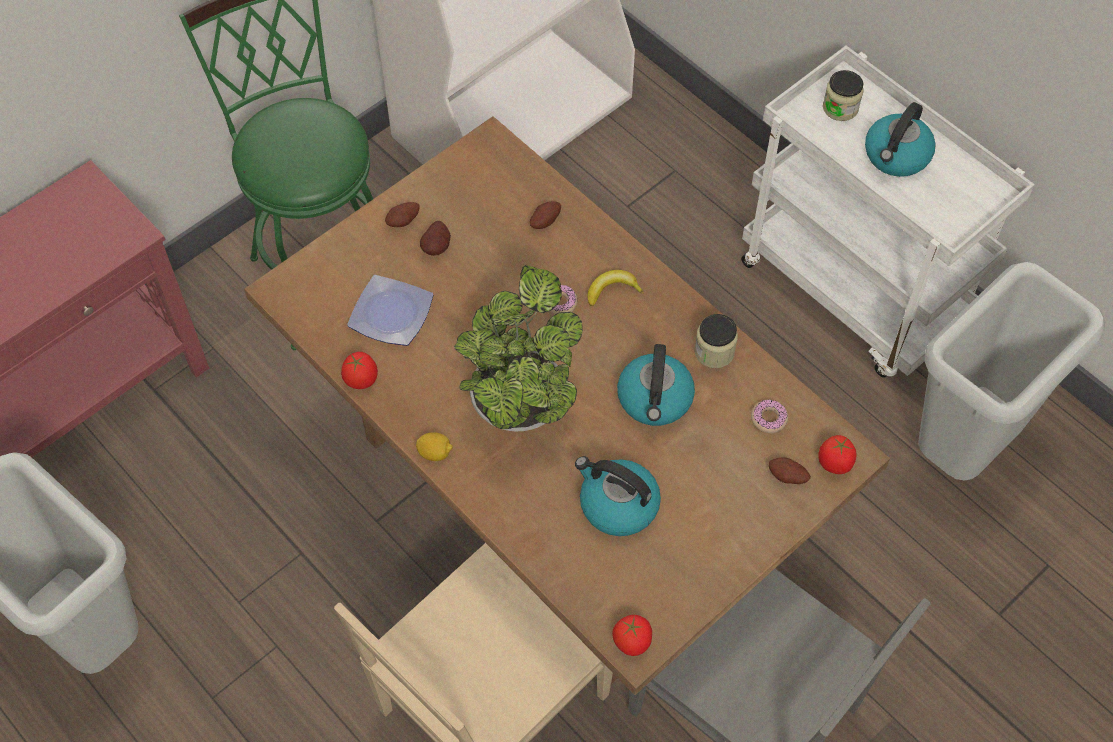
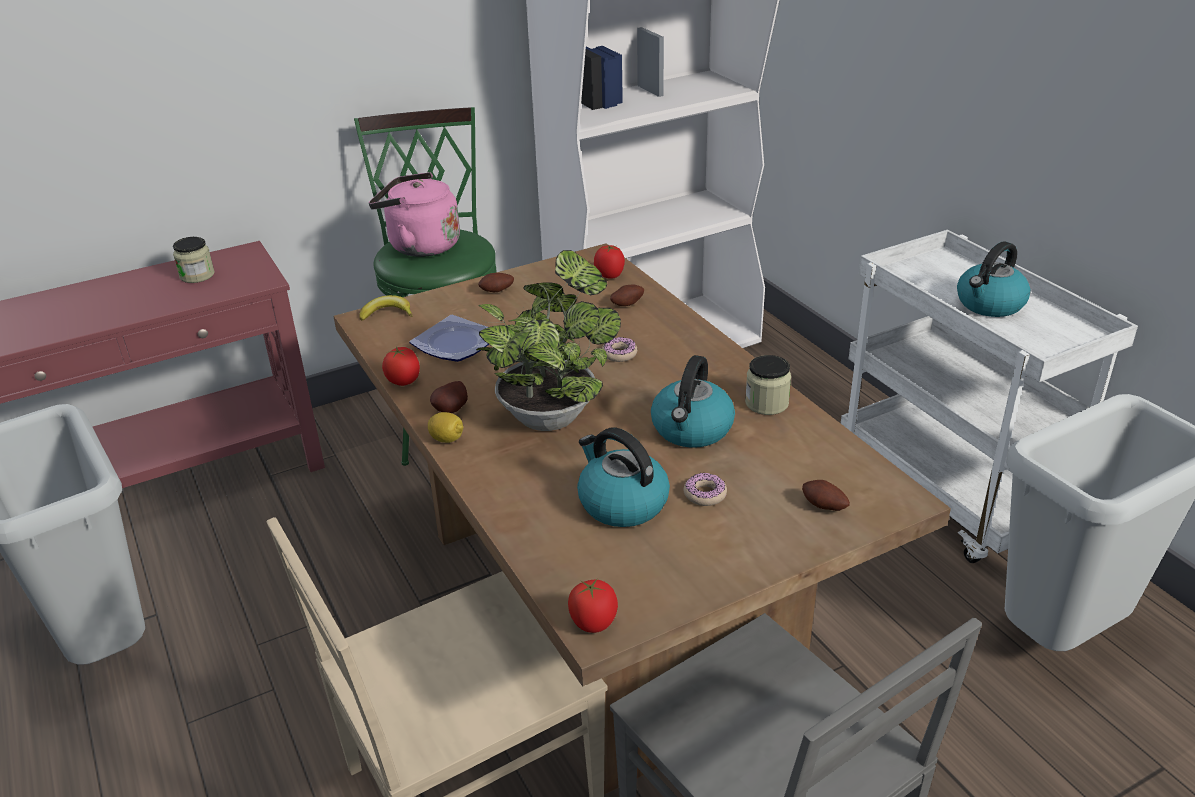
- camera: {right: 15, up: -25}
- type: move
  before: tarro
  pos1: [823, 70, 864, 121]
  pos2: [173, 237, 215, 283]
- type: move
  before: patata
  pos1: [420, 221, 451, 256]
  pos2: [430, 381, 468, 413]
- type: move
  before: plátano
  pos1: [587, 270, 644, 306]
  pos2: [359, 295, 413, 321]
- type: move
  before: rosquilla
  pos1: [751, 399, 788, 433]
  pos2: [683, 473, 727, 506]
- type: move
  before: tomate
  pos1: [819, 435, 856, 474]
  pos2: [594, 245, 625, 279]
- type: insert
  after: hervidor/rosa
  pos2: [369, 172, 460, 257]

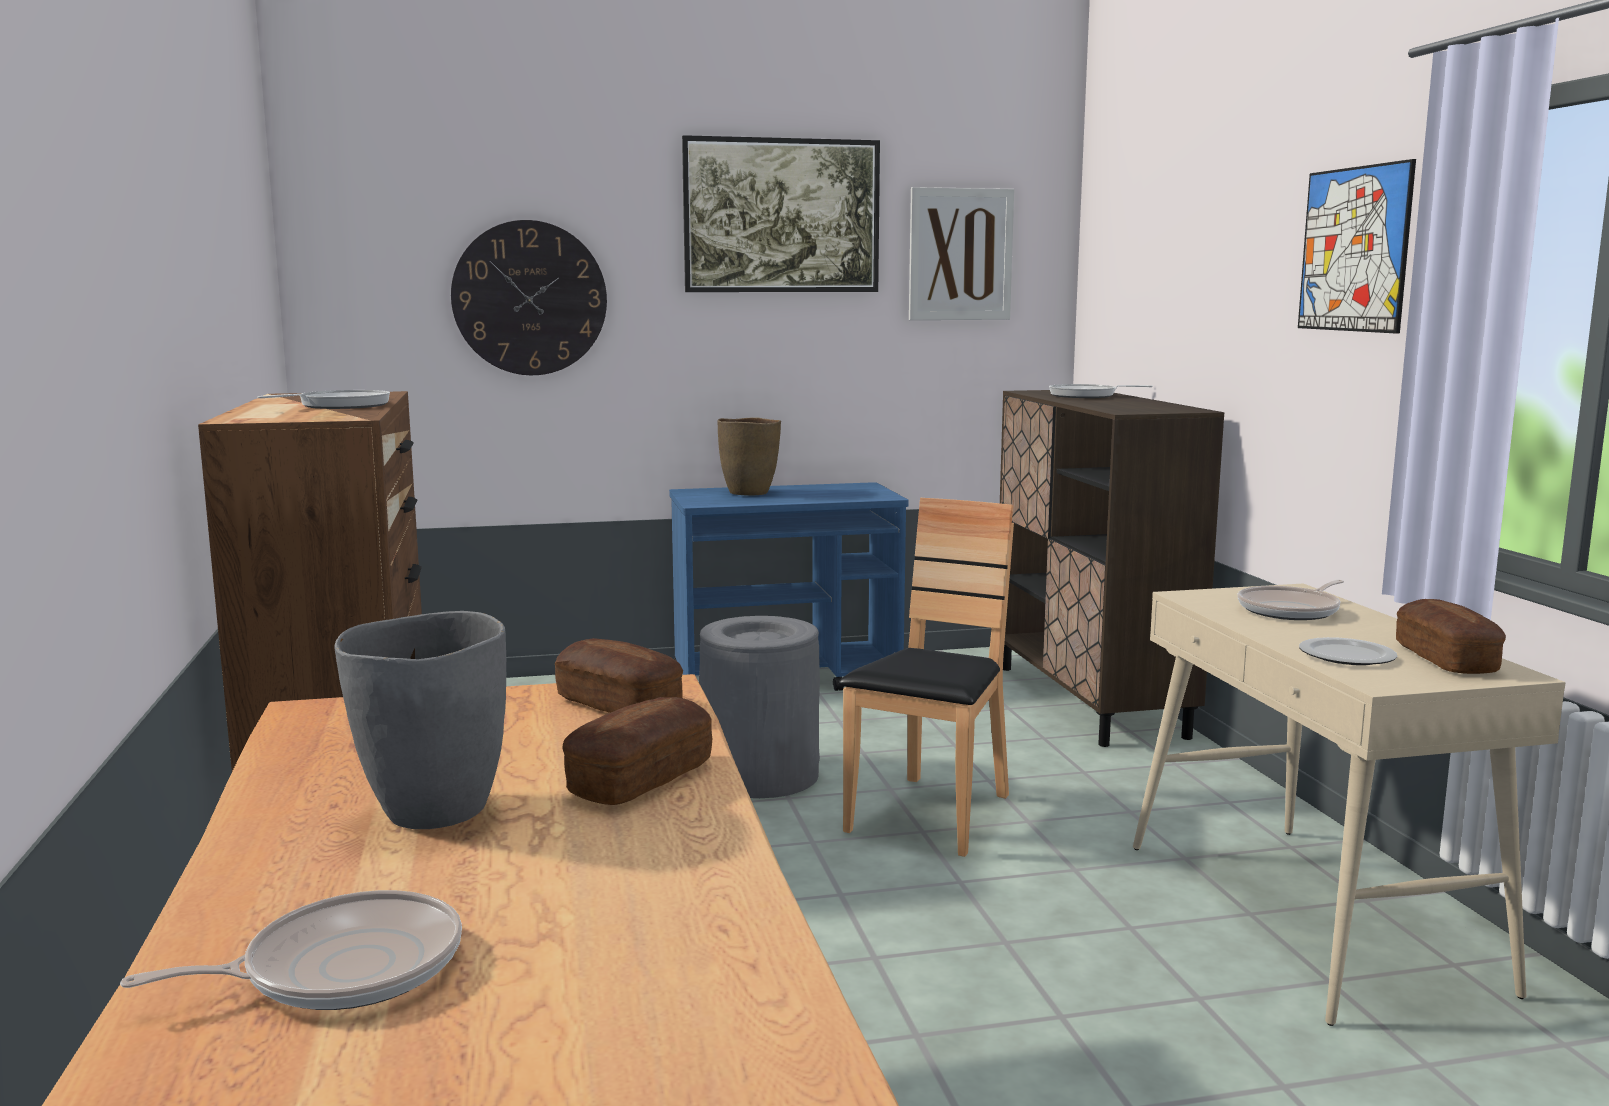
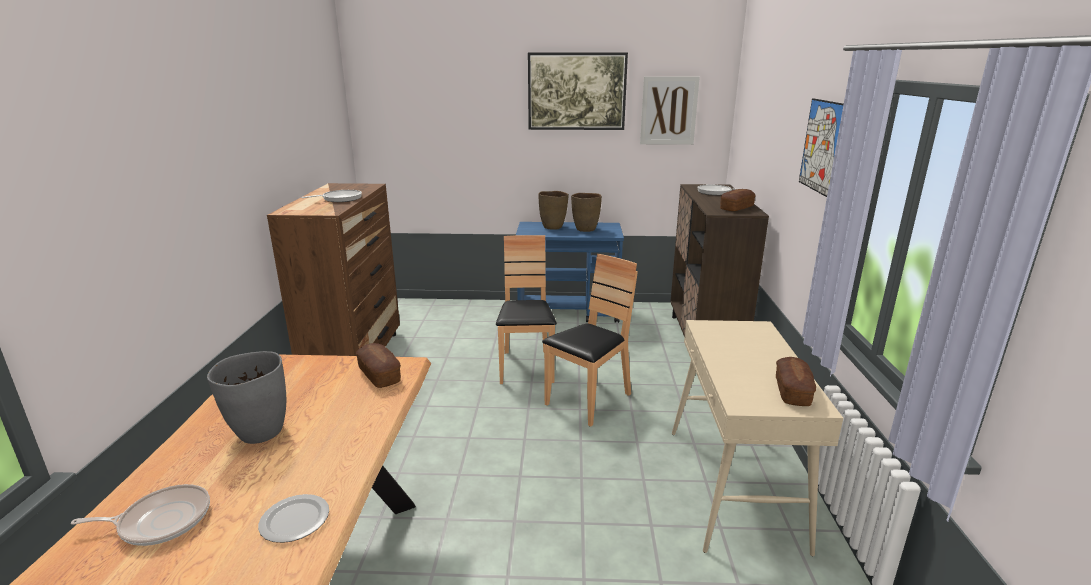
- camera: {right: 15, up: 10}
- type: delete
  before: reloj de pared
  pos1: [451, 220, 607, 375]
- type: delete
  before: sartén
  pos1: [1237, 580, 1344, 620]
- type: replace
  before: papelera/gris
  after: silla/marrón
  pos1: [699, 616, 820, 798]
  pos2: [496, 235, 557, 384]
- type: move
  before: plato
  pos1: [1299, 637, 1397, 665]
  pos2: [258, 494, 329, 543]
- type: move
  before: pan
  pos1: [562, 697, 712, 805]
  pos2: [720, 189, 756, 211]
- type: insert
  after: florero/marrón
  pos2: [571, 193, 602, 232]

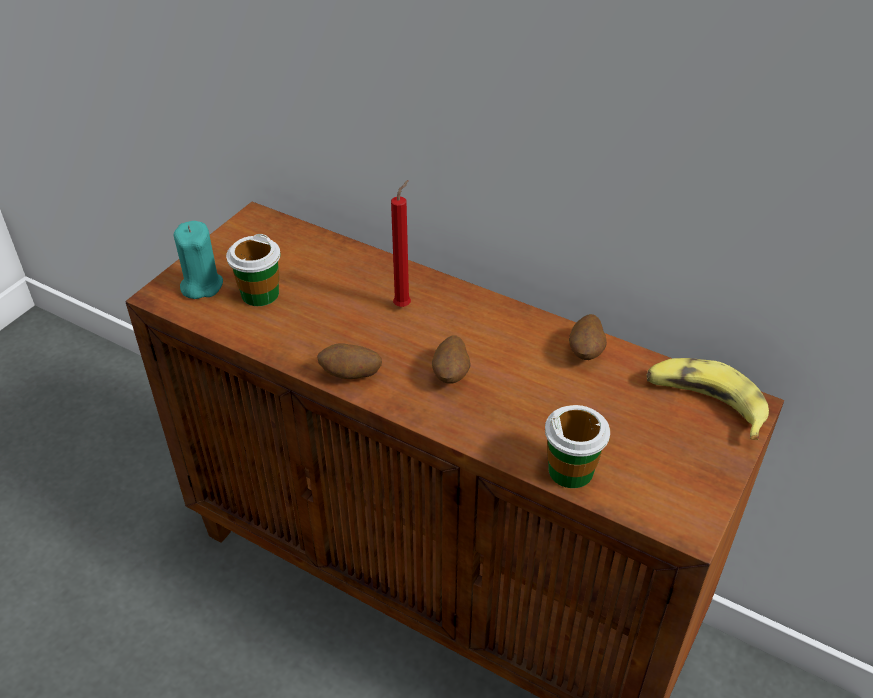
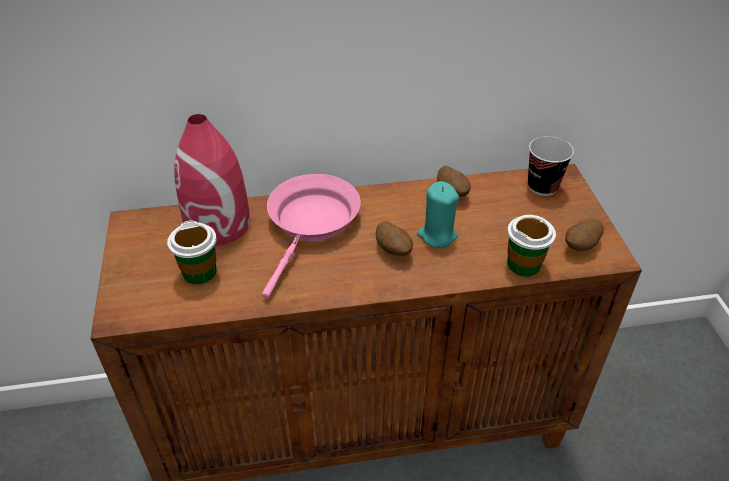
- camera: {right: -40, up: 0}
- type: replace
  before: vela/rojo
  after: sartén/rosa
  pos1: [391, 180, 411, 307]
  pos2: [262, 174, 361, 298]
- type: move
  before: vela/turquesa
  pos1: [174, 221, 223, 299]
  pos2: [417, 181, 459, 248]
- type: move
  before: patata
  pos1: [317, 343, 382, 379]
  pos2: [565, 220, 604, 251]
- type: replace
  before: plátano
  after: taza
  pos1: [647, 358, 769, 440]
  pos2: [528, 136, 574, 196]
- type: insert
  after: florero/rojo
  pos2: [174, 114, 250, 246]

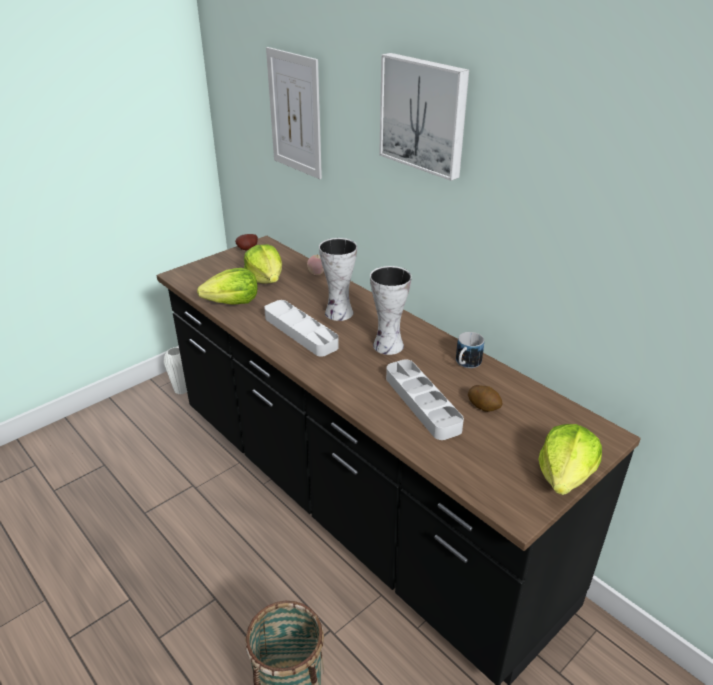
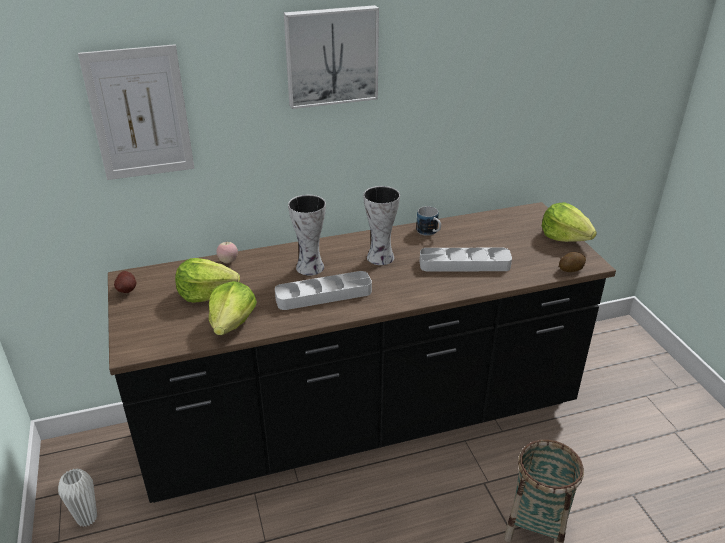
- camera: {right: -65, up: 0}
- type: move
  before: patata
  pos1: [468, 385, 502, 412]
  pos2: [559, 252, 586, 272]

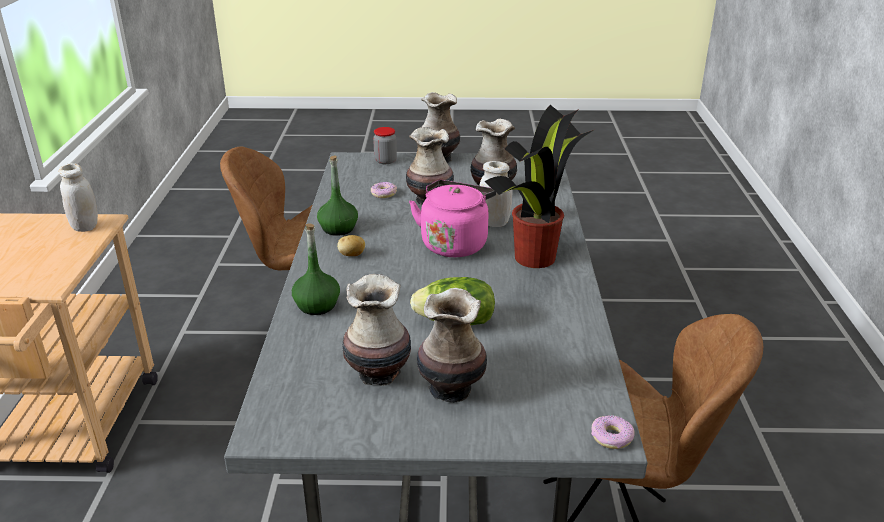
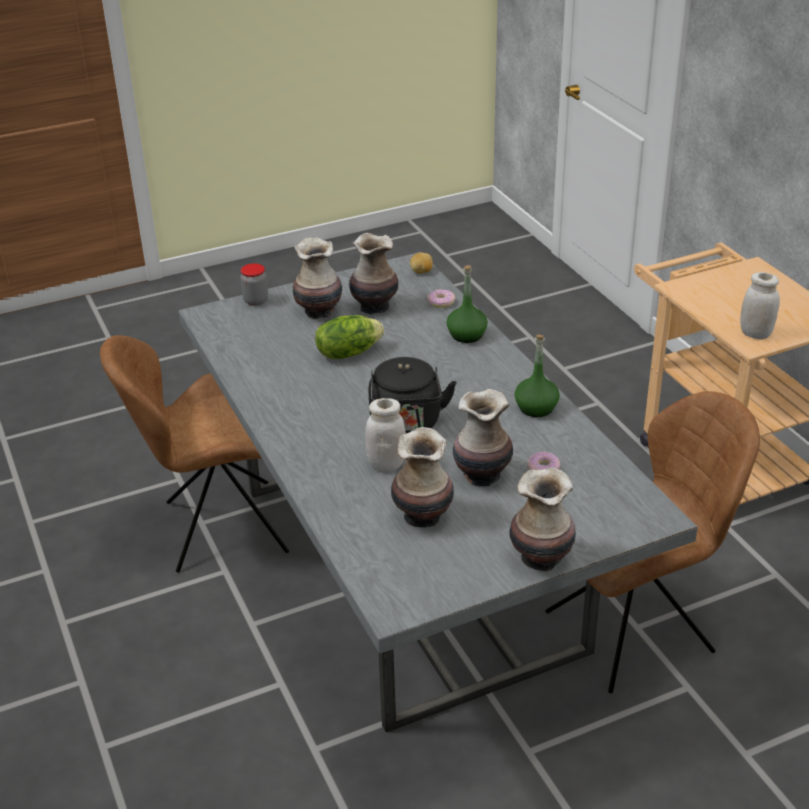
- camera: {right: 155, up: 5}
- type: delete
  before: planta en maceta
  pos1: [484, 105, 594, 268]
- type: move
  before: tarro
  pos1: [373, 127, 397, 164]
  pos2: [240, 263, 268, 306]
- type: recolor
  before: hervidor/rosa
  after: hervidor/negro
  pos1: [409, 180, 496, 257]
  pos2: [368, 357, 456, 433]
- type: move
  before: patata
  pos1: [337, 235, 365, 256]
  pos2: [410, 253, 433, 273]
- type: move
  before: rosquilla
  pos1: [591, 415, 634, 449]
  pos2: [427, 289, 455, 308]

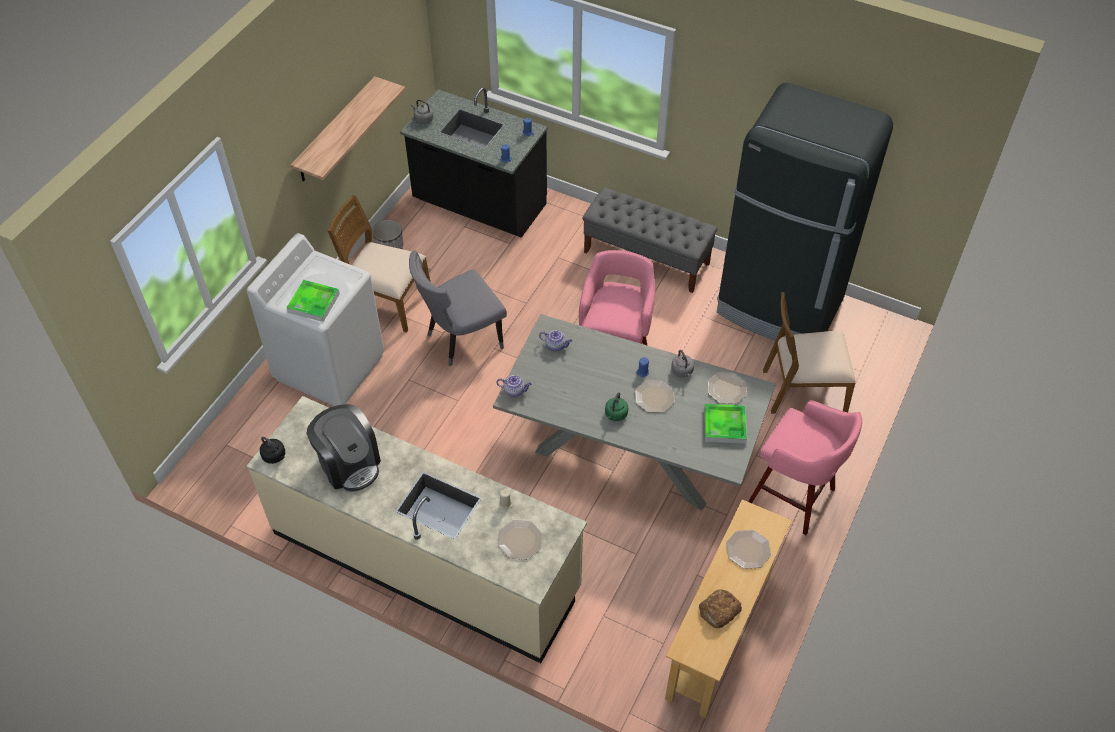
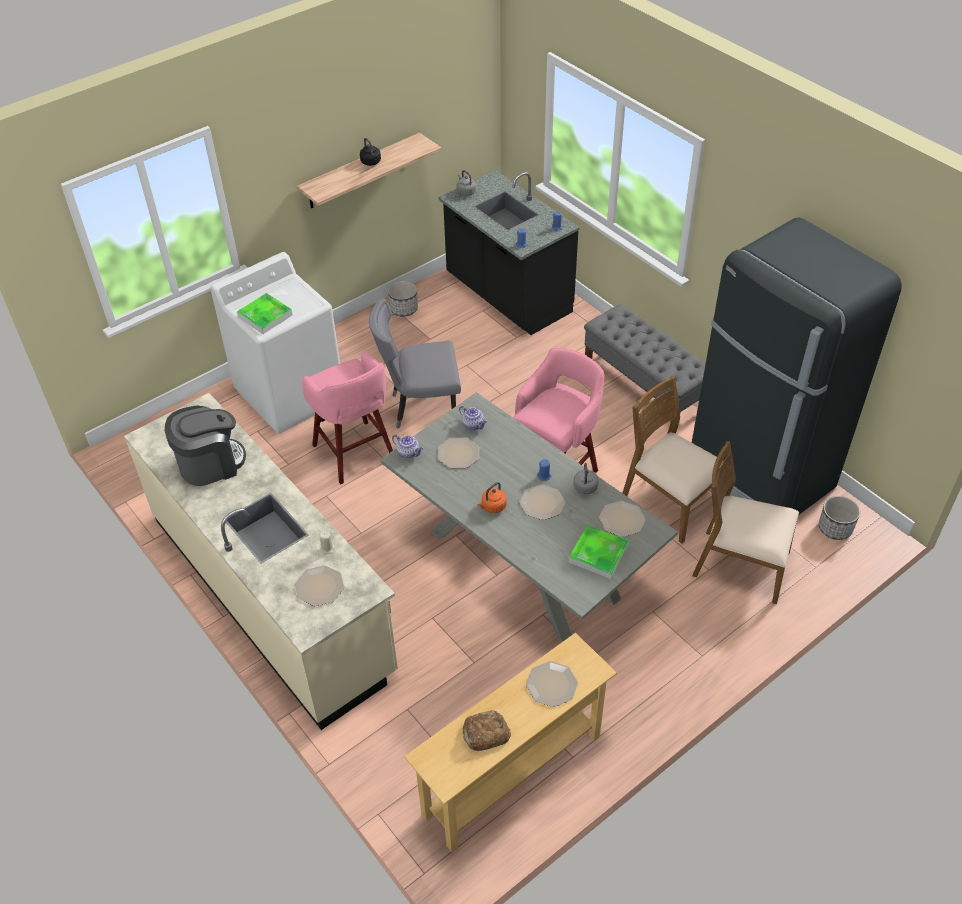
- camera: {right: 25, up: -5}
- type: move
  before: silla/marrón
  pos1: [328, 195, 430, 333]
  pos2: [623, 376, 724, 544]
- type: recolor
  before: hervidor/verde
  after: hervidor/naranja
  pos1: [605, 392, 628, 421]
  pos2: [477, 482, 507, 513]
- type: move
  before: taburete/rosa
  pos1: [748, 401, 862, 535]
  pos2: [302, 351, 393, 485]
- type: rotate
  before: cafetera
  pos1: [306, 404, 381, 492]
  pos2: [165, 406, 246, 486]
  turn: -105
- type: move
  before: hervidor/negro
  pos1: [260, 437, 285, 464]
  pos2: [360, 138, 381, 166]
- type: insert
  after: plato
  pos2: [438, 438, 479, 468]
- type: insert
  after: maceta
  pos2: [819, 496, 860, 540]

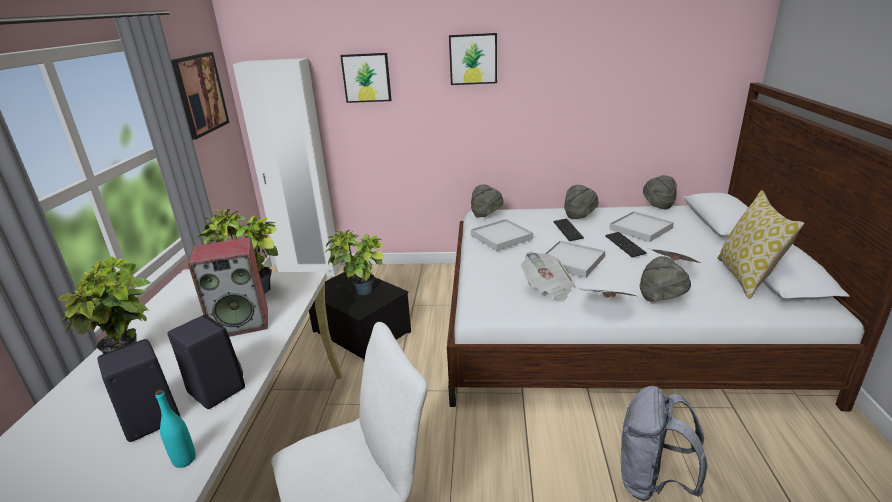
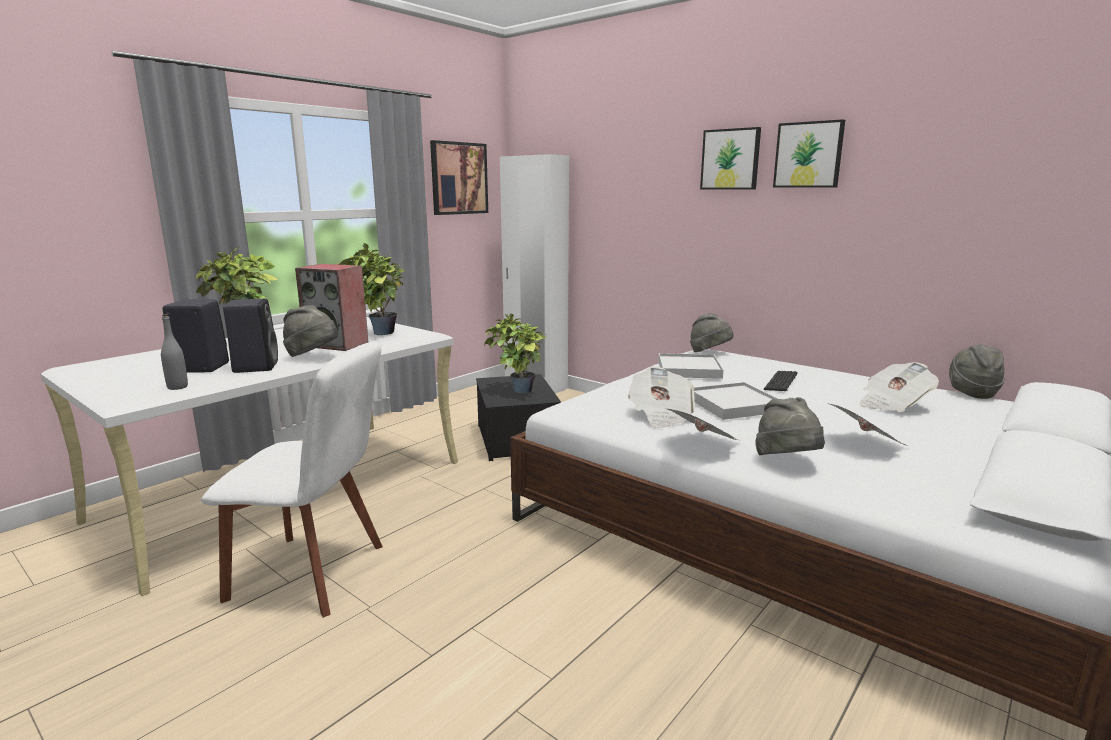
- camera: {right: 35, up: -10}
- type: move
  before: cuadro
  pos1: [340, 53, 391, 103]
  pos2: [773, 119, 845, 187]
- type: move
  before: sombrero/gris
  pos1: [564, 185, 599, 219]
  pos2: [283, 305, 338, 357]
- type: delete
  before: cojín
  pos1: [717, 190, 804, 299]
- type: replace
  before: bandeja/blanco
  after: periódico
  pos1: [609, 211, 674, 242]
  pos2: [860, 362, 939, 412]
- type: delete
  before: teclado
  pos1: [605, 232, 647, 257]
- type: delete
  before: mochila/gris
  pos1: [621, 386, 707, 501]
- type: recolor
  before: botella/turquesa
  after: botella/gris
  pos1: [155, 390, 196, 468]
  pos2: [161, 314, 188, 390]

